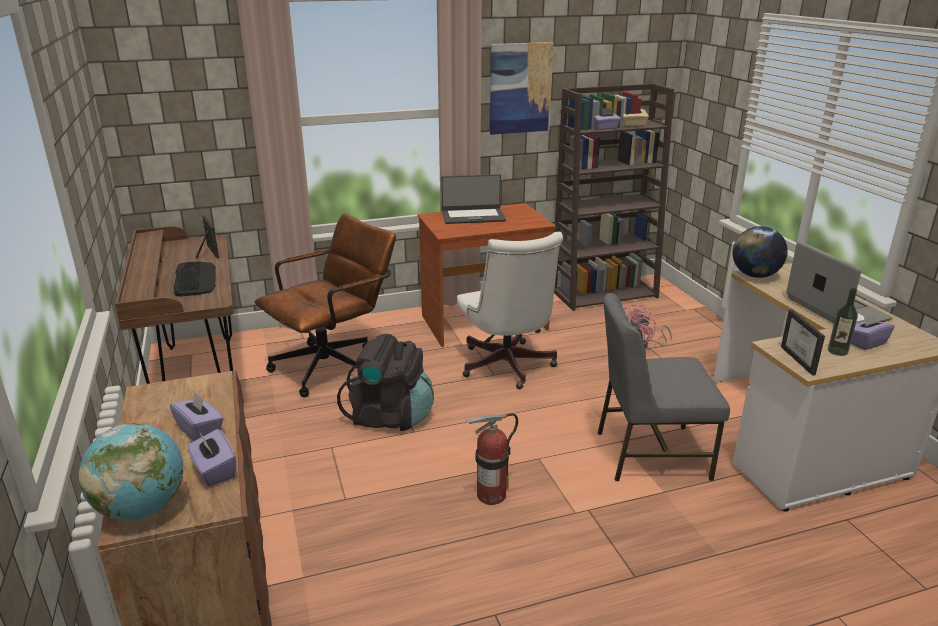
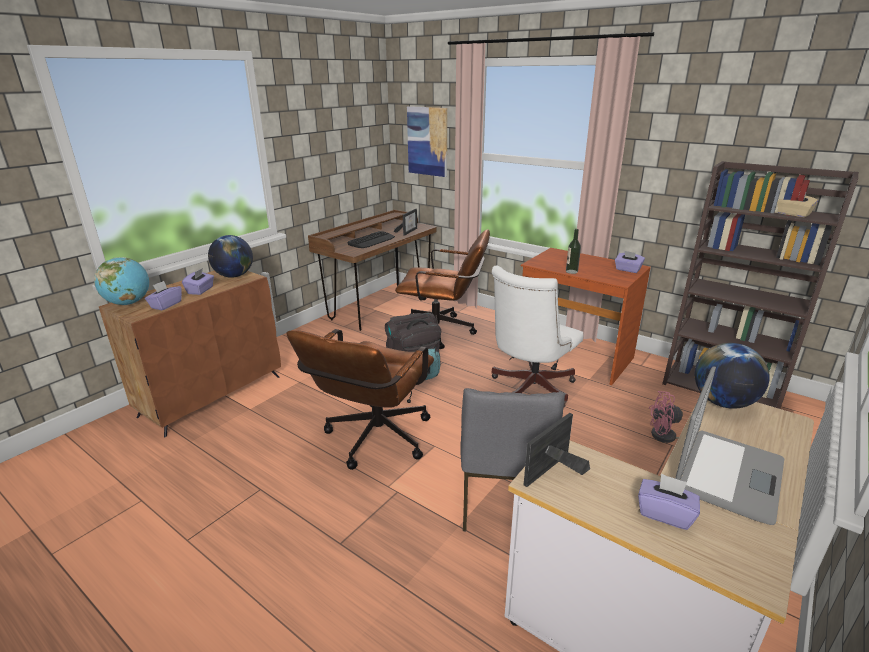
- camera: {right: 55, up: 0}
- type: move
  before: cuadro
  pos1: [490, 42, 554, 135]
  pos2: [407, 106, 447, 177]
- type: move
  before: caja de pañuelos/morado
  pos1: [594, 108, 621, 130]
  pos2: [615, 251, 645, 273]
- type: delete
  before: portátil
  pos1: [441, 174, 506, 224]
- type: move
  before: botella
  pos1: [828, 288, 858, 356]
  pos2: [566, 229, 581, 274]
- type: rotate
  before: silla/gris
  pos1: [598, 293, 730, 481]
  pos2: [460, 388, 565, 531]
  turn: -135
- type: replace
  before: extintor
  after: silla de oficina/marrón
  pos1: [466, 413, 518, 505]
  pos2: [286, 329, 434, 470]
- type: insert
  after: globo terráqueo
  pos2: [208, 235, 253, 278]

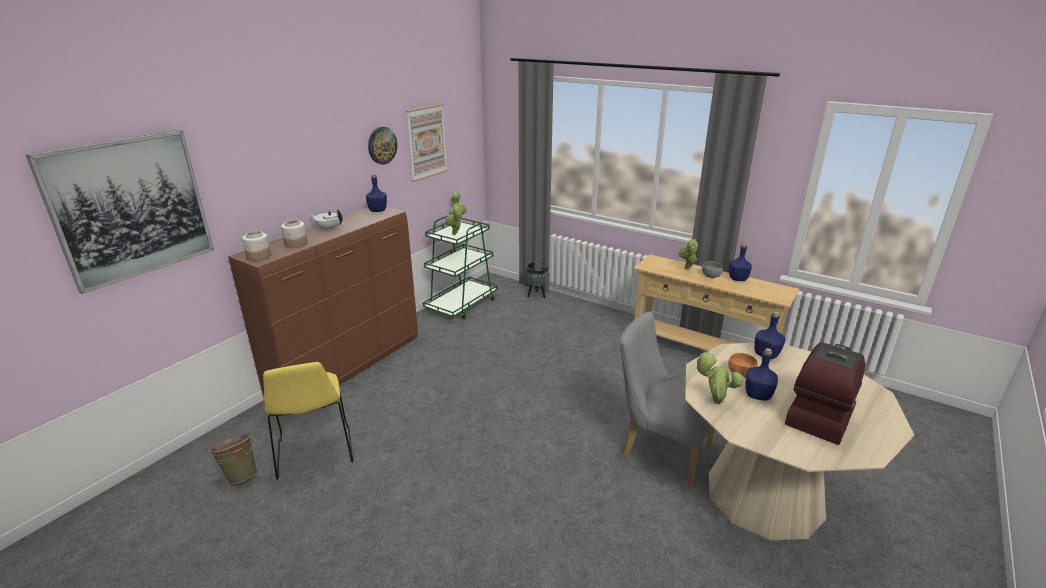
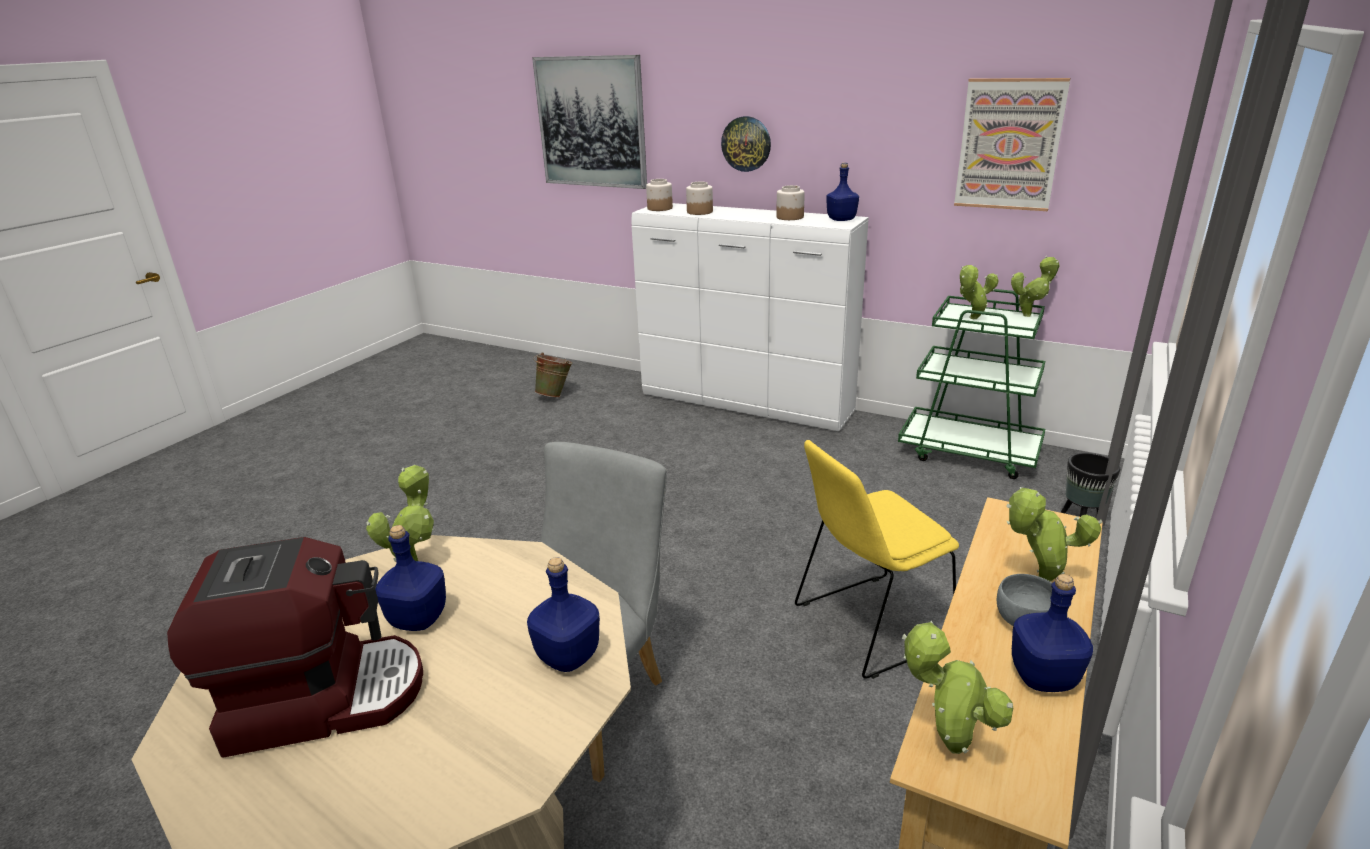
- camera: {right: 85, up: 0}
- type: move
  before: reloj de pared
  pos1: [368, 127, 397, 164]
  pos2: [721, 116, 771, 172]
- type: recolor
  before: cómoda/marrón
  after: cómoda/blanco
  pos1: [228, 207, 418, 398]
  pos2: [631, 203, 869, 431]
- type: delete
  before: tetera/blanco
  pos1: [311, 209, 343, 232]
- type: rotate
  before: cafetera
  pos1: [785, 342, 865, 445]
  pos2: [167, 537, 423, 758]
  turn: -45
- type: delete
  before: cuenco/naranja
  pos1: [728, 353, 758, 378]
- type: move
  before: silla/amarillo
  pos1: [263, 362, 354, 480]
  pos2: [795, 440, 959, 679]
- type: insert
  after: tarro
  pos2: [776, 185, 805, 220]
- type: insert
  after: planta en maceta
  pos2: [902, 621, 1013, 754]

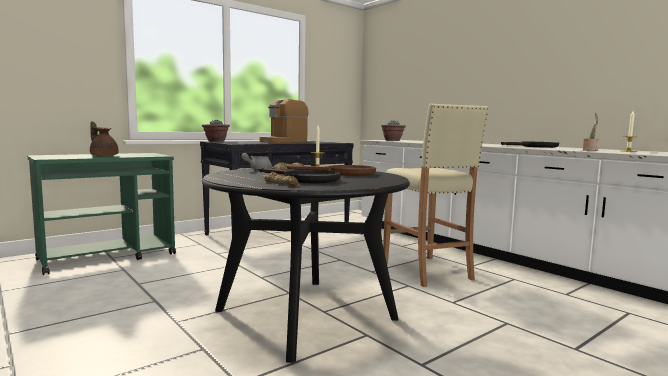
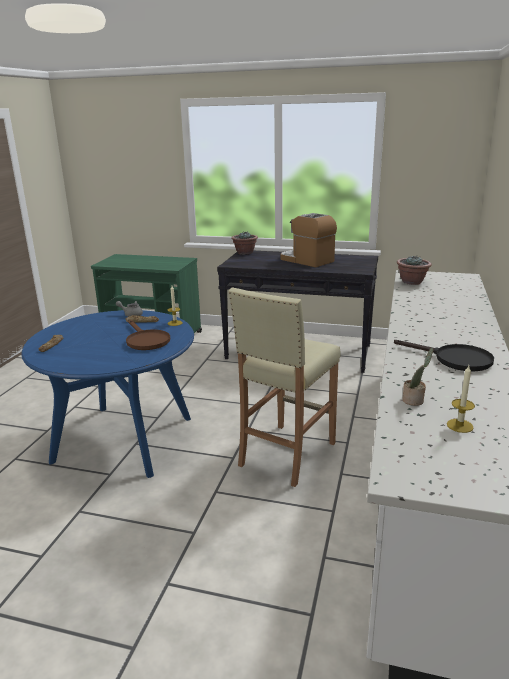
- camera: {right: 55, up: 15}
- type: rotate
  before: cafetera
  pos1: [260, 99, 308, 143]
  pos2: [281, 213, 337, 267]
  turn: 45
- type: delete
  before: tetera/marrón
  pos1: [90, 121, 118, 157]
- type: recolor
  before: mesa de comedor/negro
  after: mesa de comedor/azul
  pos1: [202, 167, 410, 363]
  pos2: [21, 310, 194, 478]
- type: delete
  before: sartén/negro
  pos1: [258, 168, 340, 183]

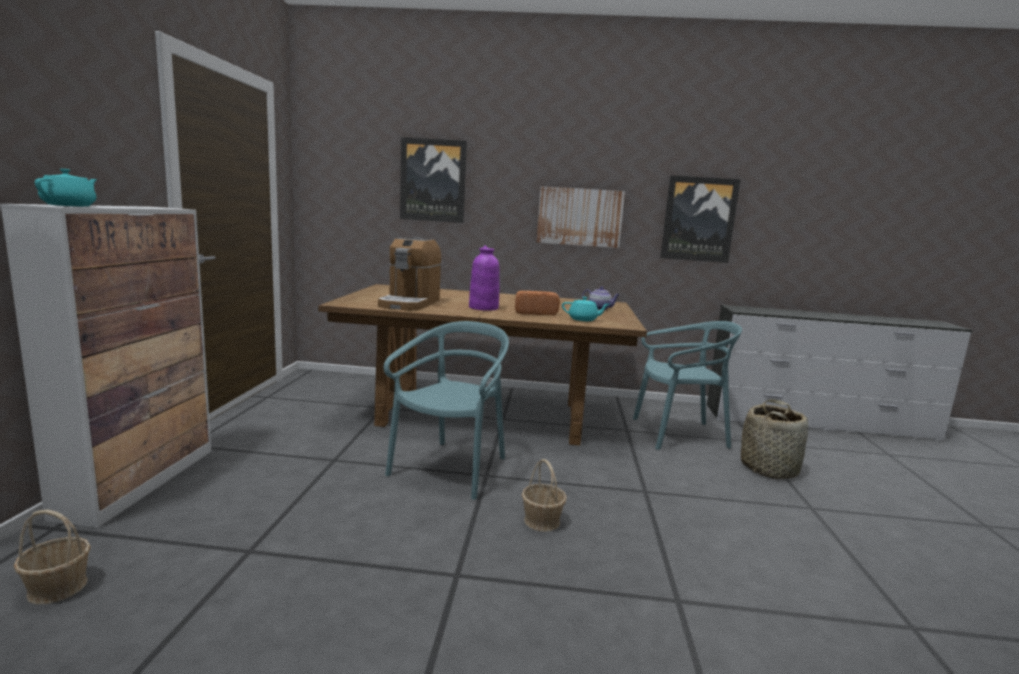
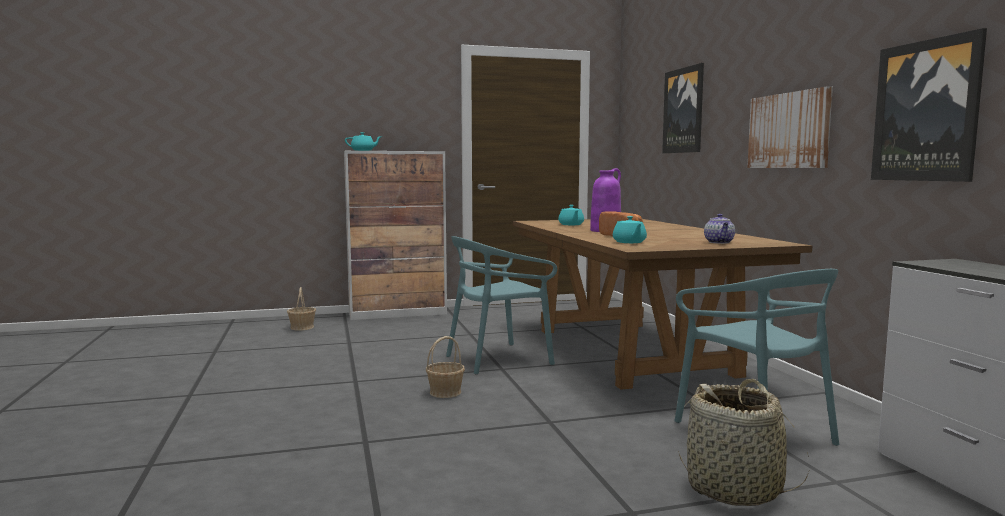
- camera: {right: 70, up: -5}
- type: replace
  before: cafetera
  after: tetera/turquesa
  pos1: [378, 237, 441, 311]
  pos2: [558, 205, 584, 225]
- type: rotate
  before: silla/turquesa
  pos1: [384, 321, 509, 500]
  pos2: [446, 236, 557, 374]
  turn: 150

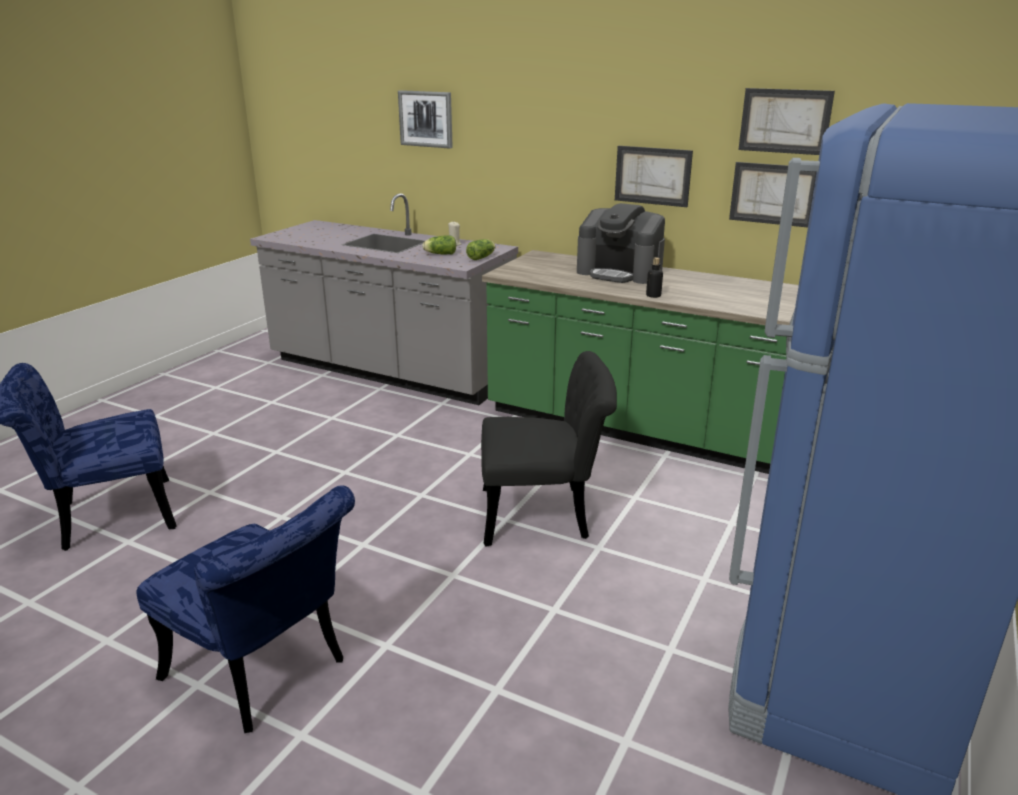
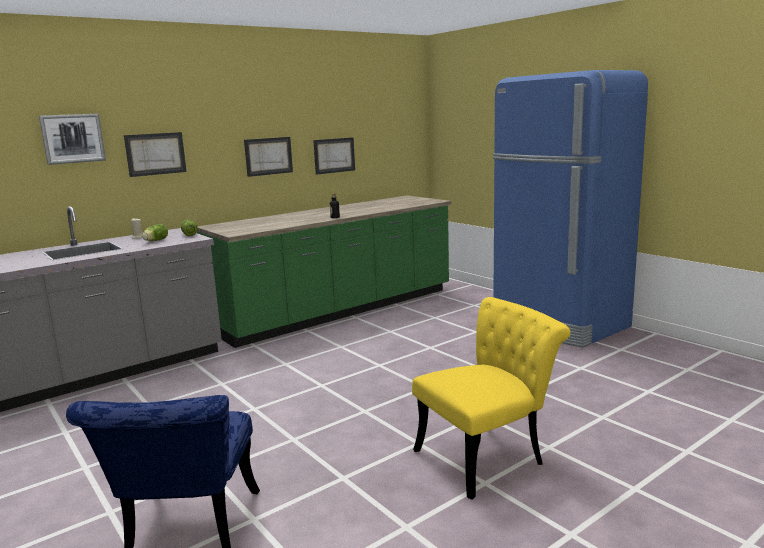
- camera: {right: -65, up: -10}
- type: move
  before: cuadro
  pos1: [738, 88, 835, 155]
  pos2: [124, 132, 187, 177]
- type: delete
  before: cafetera
  pos1: [577, 203, 665, 284]
- type: delete
  before: silla/negro
  pos1: [481, 351, 617, 547]
- type: recolor
  before: silla/azul
  after: silla/amarillo
  pos1: [136, 485, 355, 733]
  pos2: [412, 297, 570, 500]

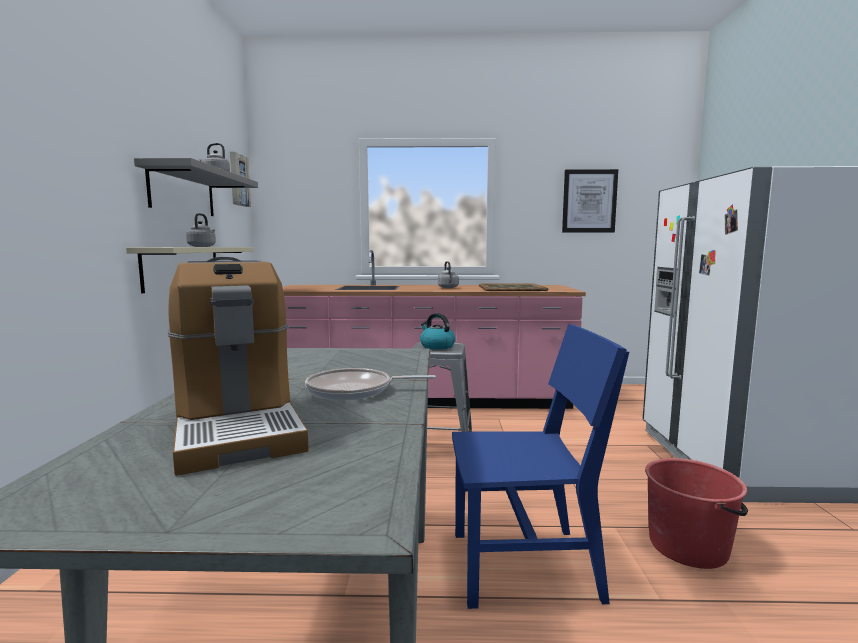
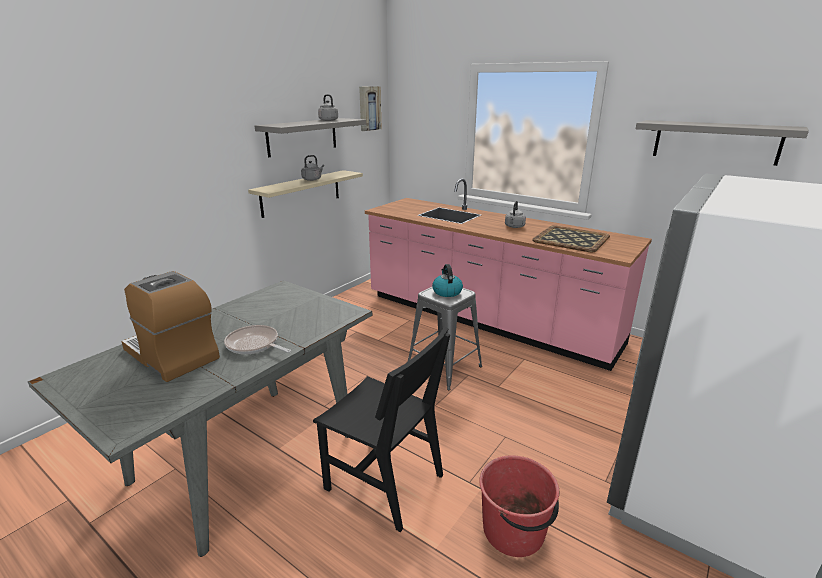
- camera: {right: 35, up: 15}
- type: replace
  before: cuadro
  after: estante/gris
  pos1: [562, 169, 618, 233]
  pos2: [636, 120, 809, 166]
- type: rotate
  before: cafetera
  pos1: [168, 257, 309, 476]
  pos2: [121, 271, 220, 382]
  turn: 120
- type: recolor
  before: silla/azul
  after: silla/negro
  pos1: [452, 324, 629, 609]
  pos2: [313, 327, 451, 532]

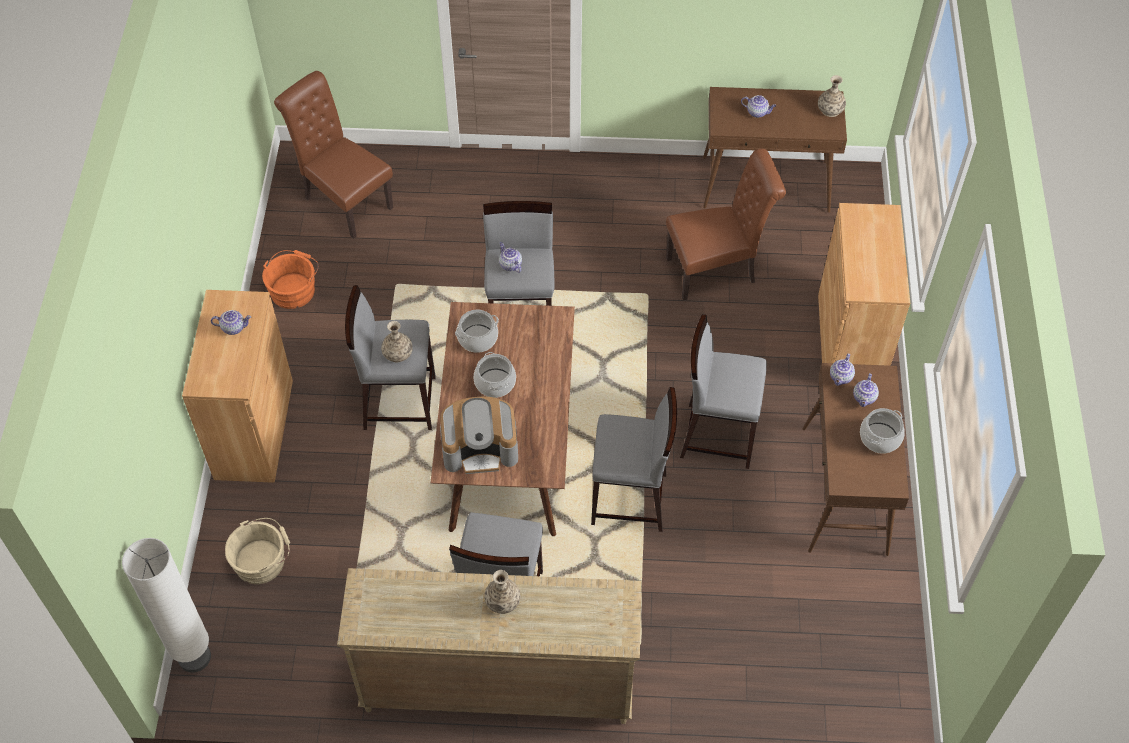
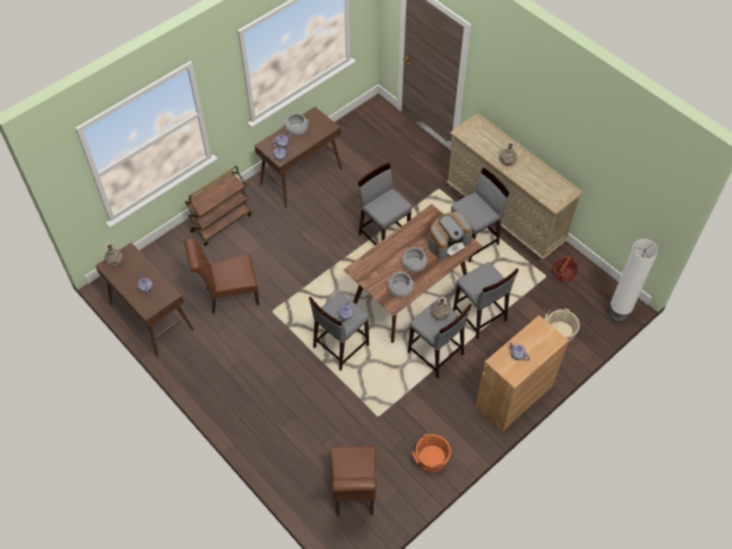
- camera: {right: -135, up: 0}
- type: rotate
  before: silla/marrón
  pos1: [666, 148, 786, 301]
  pos2: [185, 238, 259, 314]
  turn: -45
- type: replace
  before: armario/marrón
  after: carrito/marrón
  pos1: [818, 203, 910, 366]
  pos2: [185, 166, 252, 246]
- type: move
  before: taburete/gris
  pos1: [680, 315, 767, 469]
  pos2: [453, 262, 519, 339]
- type: rotate
  before: cafetera
  pos1: [440, 397, 518, 474]
  pos2: [428, 212, 472, 260]
  turn: 105
- type: insert
  after: cesta
  pos2: [554, 256, 578, 282]

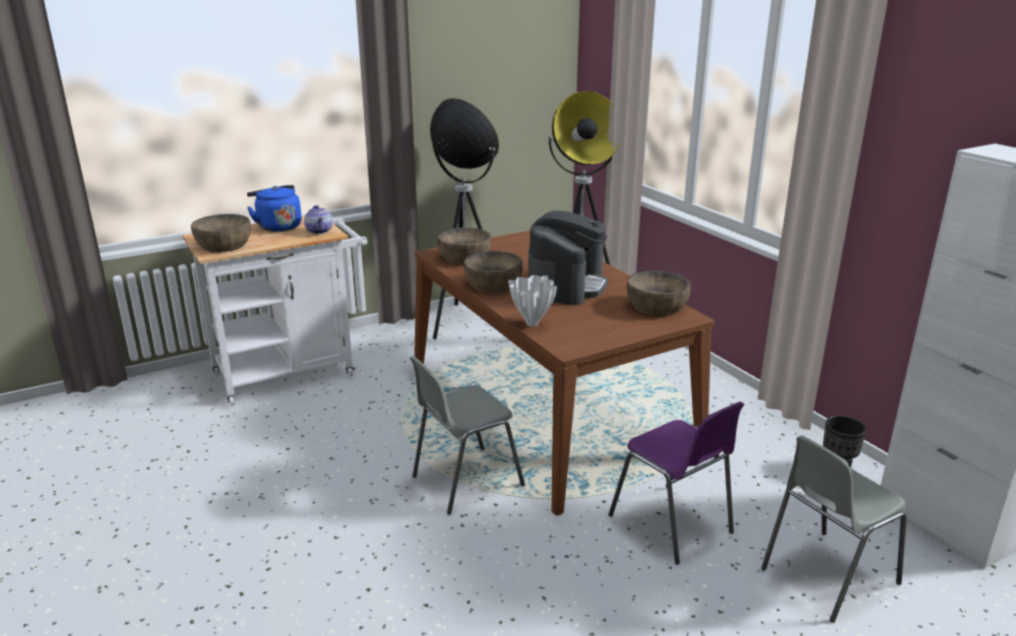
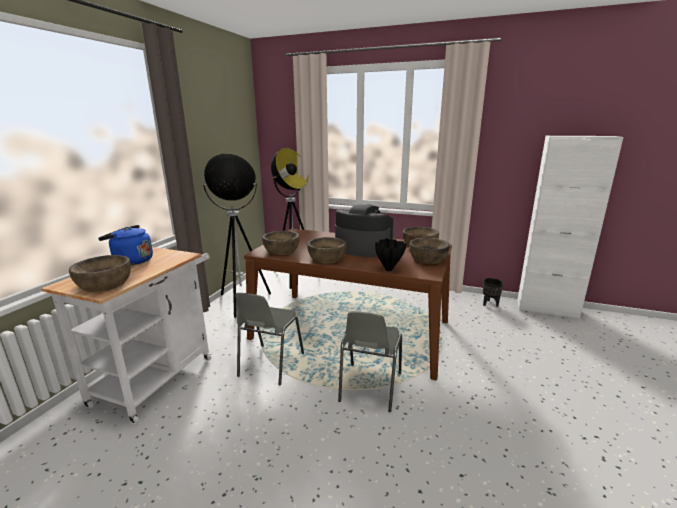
- camera: {right: -40, up: -5}
- type: delete
  before: tetera
  pos1: [304, 205, 332, 234]
- type: rotate
  before: cafetera
  pos1: [528, 211, 608, 305]
  pos2: [335, 204, 394, 257]
  turn: -45
- type: recolor
  before: florero/blanco
  after: florero/negro
  pos1: [509, 275, 557, 327]
  pos2: [375, 238, 407, 271]
- type: delete
  before: silla/morado
  pos1: [609, 402, 744, 565]
- type: move
  before: silla/gris
  pos1: [761, 436, 907, 623]
  pos2: [235, 293, 304, 386]
- type: insert
  after: cuenco/marrón
  pos2: [409, 238, 450, 264]

